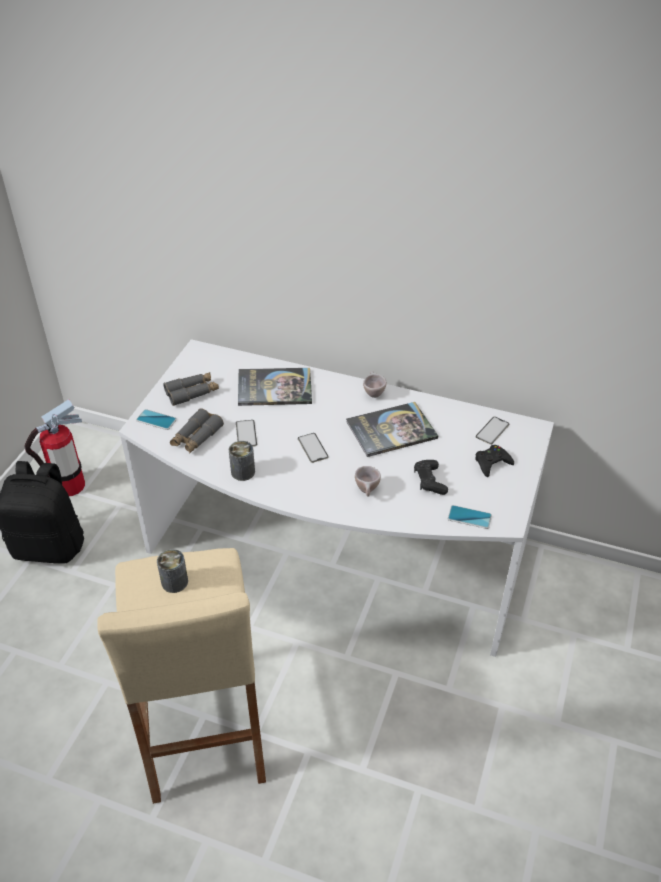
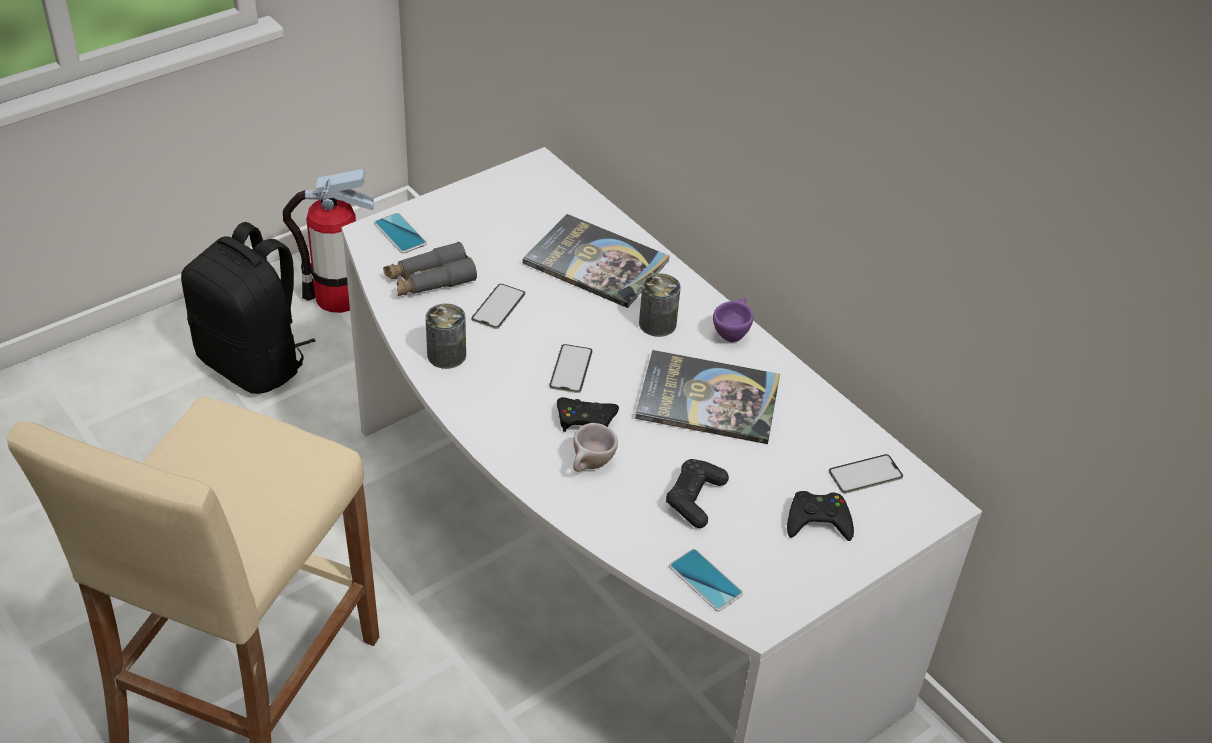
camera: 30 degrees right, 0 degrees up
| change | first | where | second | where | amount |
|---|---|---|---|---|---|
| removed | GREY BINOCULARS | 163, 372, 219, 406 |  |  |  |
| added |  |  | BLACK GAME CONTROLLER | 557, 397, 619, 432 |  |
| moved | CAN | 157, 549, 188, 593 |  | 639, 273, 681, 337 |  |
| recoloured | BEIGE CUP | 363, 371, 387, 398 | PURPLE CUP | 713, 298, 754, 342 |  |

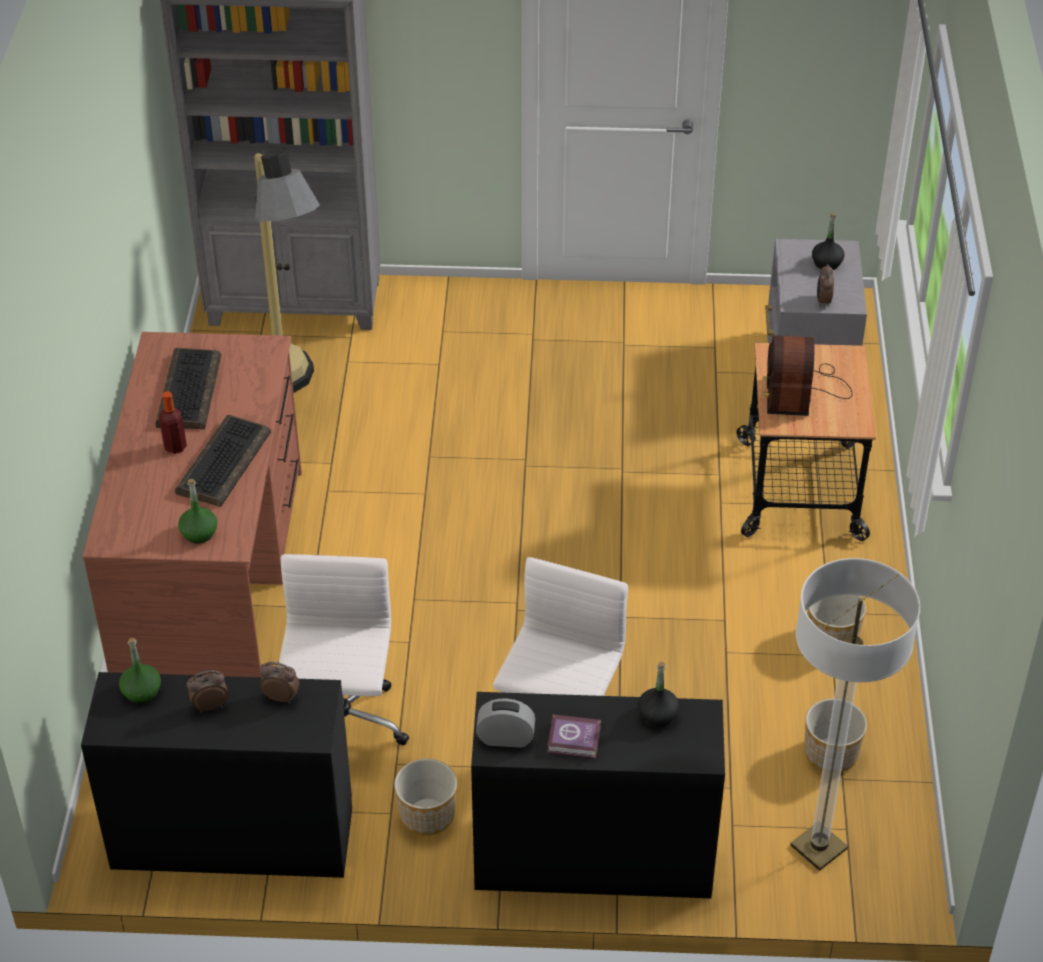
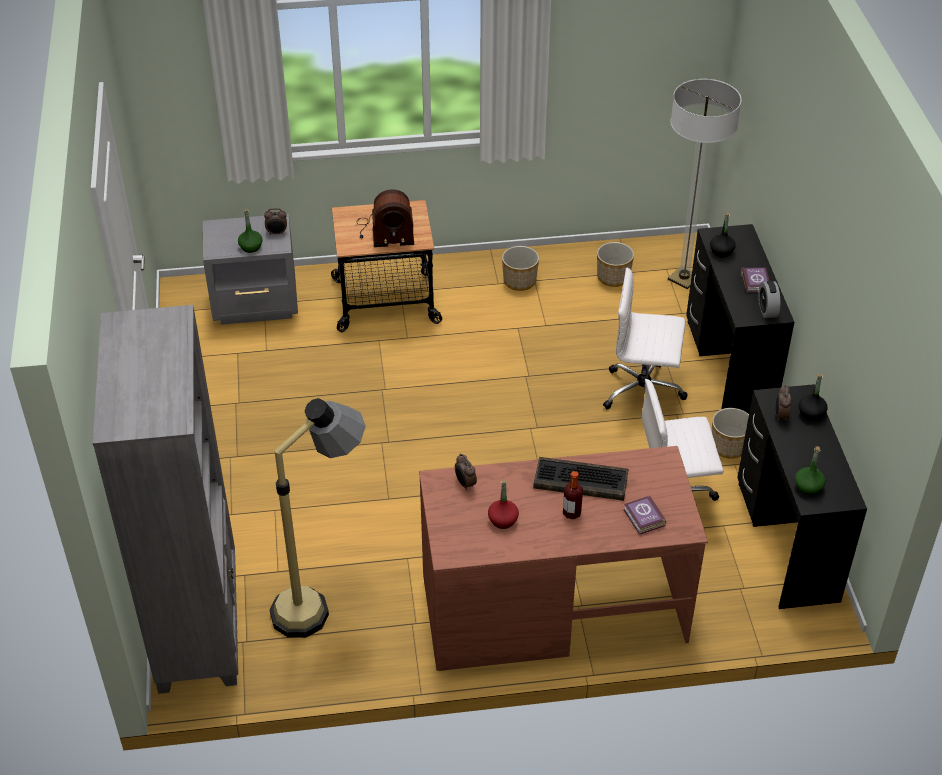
camera: 100 degrees left, 0 degrees up
| change | first | where | second | where | amount |
|---|---|---|---|---|---|
| added |  |  | BOOK | 623, 495, 666, 535 |  |
| moved | GREEN BOTTLE | 178, 479, 217, 543 |  | 238, 209, 262, 253 |  |
| moved | ALARM CLOCK | 187, 670, 228, 713 |  | 455, 453, 477, 491 |  |
| moved | BLACK BOTTLE | 812, 213, 844, 270 |  | 799, 373, 828, 421 |  |
| replaced | KEYBOARD | 156, 348, 221, 429 | RED BOTTLE | 488, 479, 519, 529 |  |

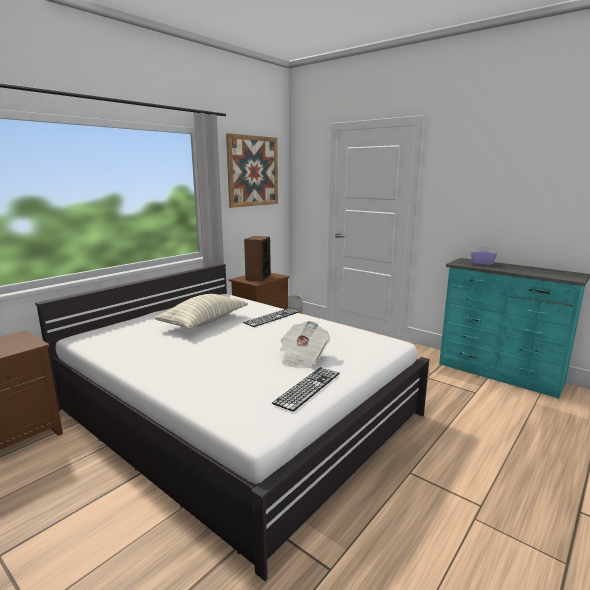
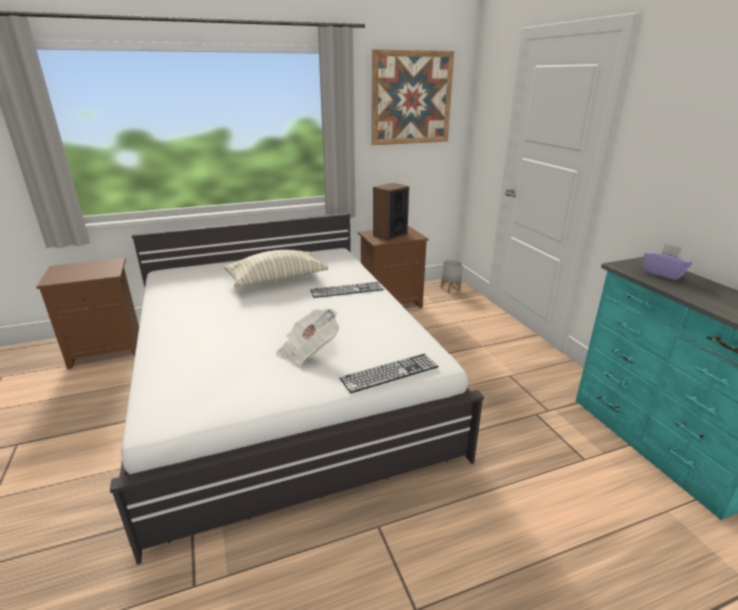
camera: 30 degrees right, 10 degrees up
| change | first | where | second | where | amount |
|---|---|---|---|---|---|
| moved | KEYBOARD | 272, 367, 340, 412 |  | 339, 354, 439, 393 |  |

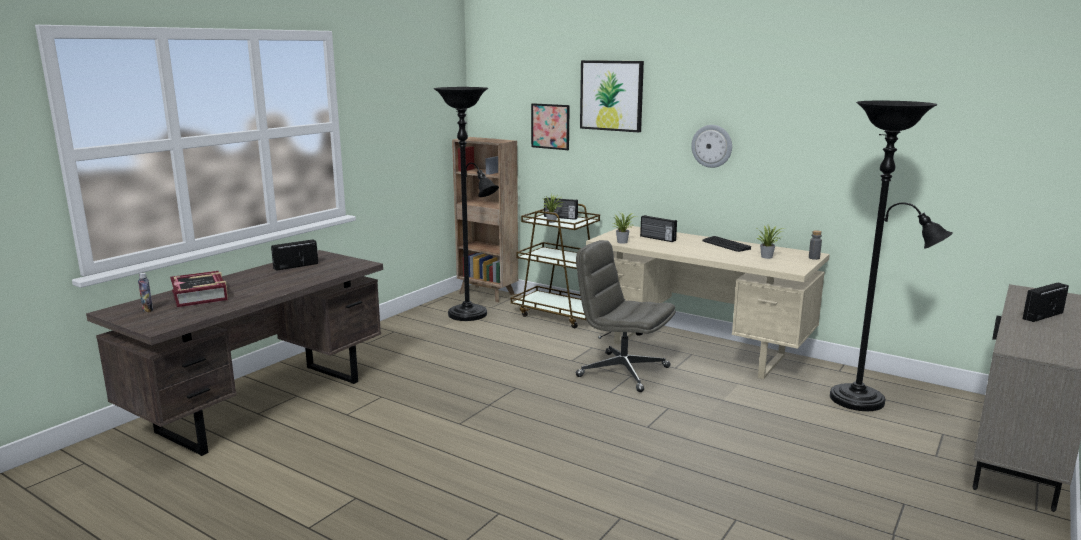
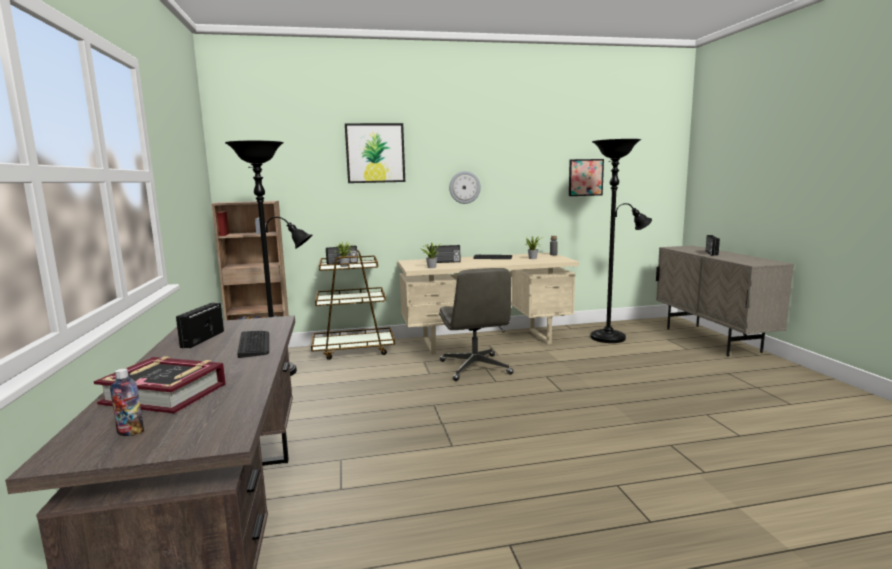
camera: 45 degrees left, 5 degrees down
| change | first | where | second | where | amount |
|---|---|---|---|---|---|
| added |  |  | KEYBOARD | 237, 331, 269, 358 |  |
| moved | PICTURE | 531, 103, 570, 150 |  | 569, 159, 604, 196 |  |
| turned | GREY OFFICE CHAIR | 576, 240, 675, 392 |  | 439, 268, 513, 381 | 90 degrees counterclockwise |

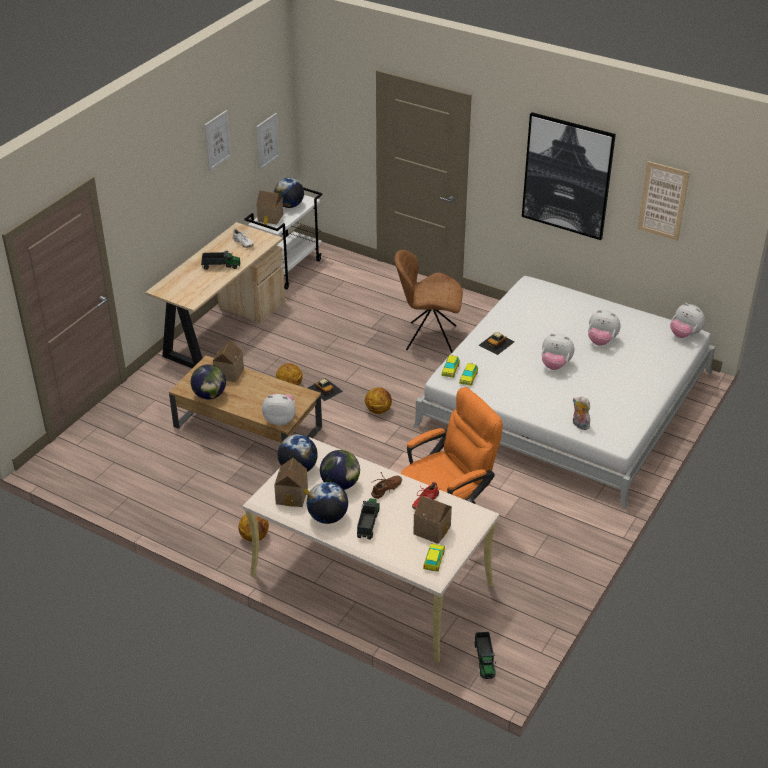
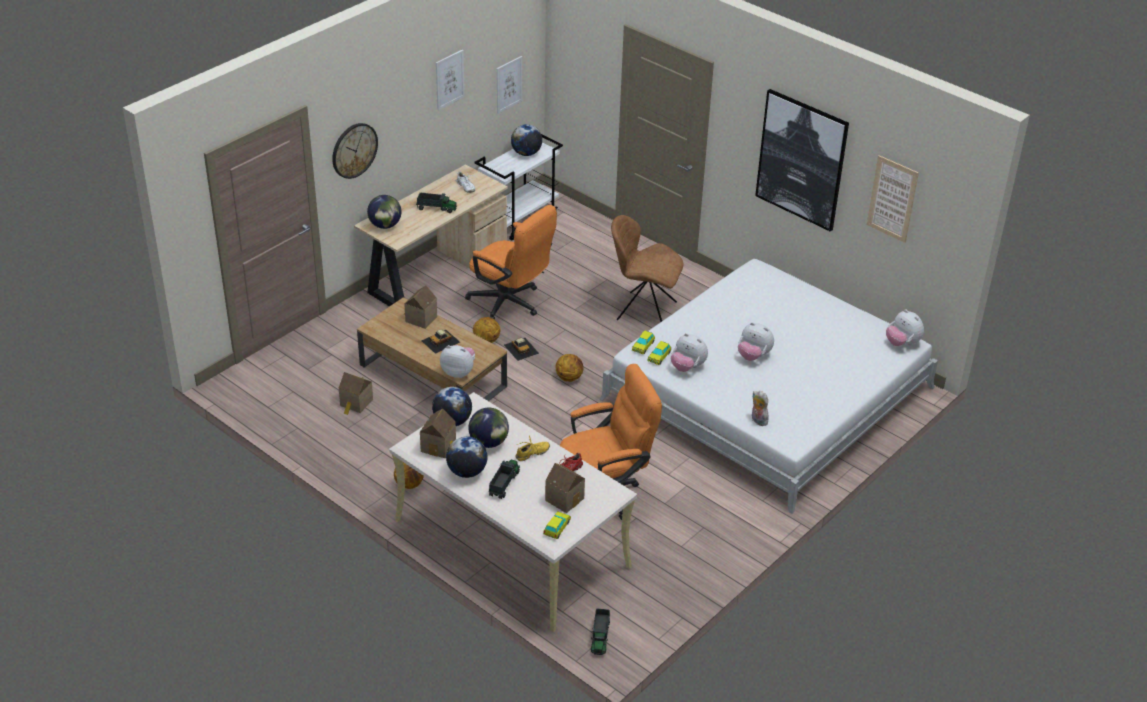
camera: 10 degrees right, 0 degrees up
| change | first | where | second | where | amount |
|---|---|---|---|---|---|
| added |  |  | WALL CLOCK | 332, 123, 378, 179 |  |
| added |  |  | ORANGE OFFICE CHAIR | 465, 205, 557, 320 |  |
| moved | GLOBE | 191, 364, 226, 400 |  | 367, 195, 401, 229 |  |
| moved | TOY HOUSE | 257, 190, 283, 225 |  | 339, 372, 373, 415 |  |
| moved | TOY CAR | 479, 332, 514, 355 |  | 422, 329, 460, 354 |  |
| moved | PLUSH TOY | 588, 310, 620, 346 |  | 671, 333, 708, 372 |  |
| recoloured | BROWN SHOE | 371, 472, 402, 499 | YELLOW SHOE | 515, 436, 550, 461 |  |

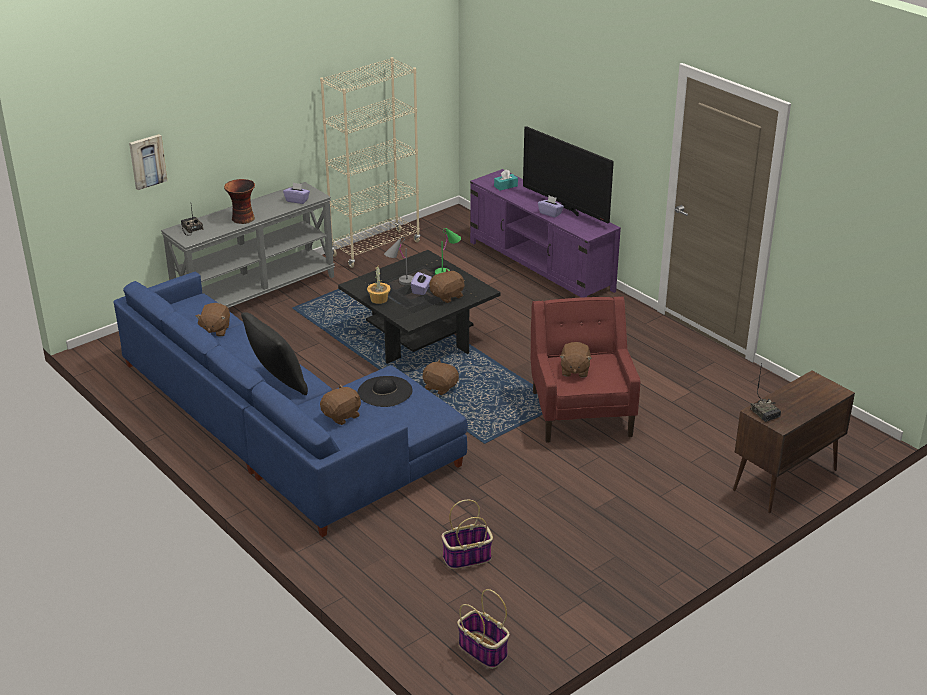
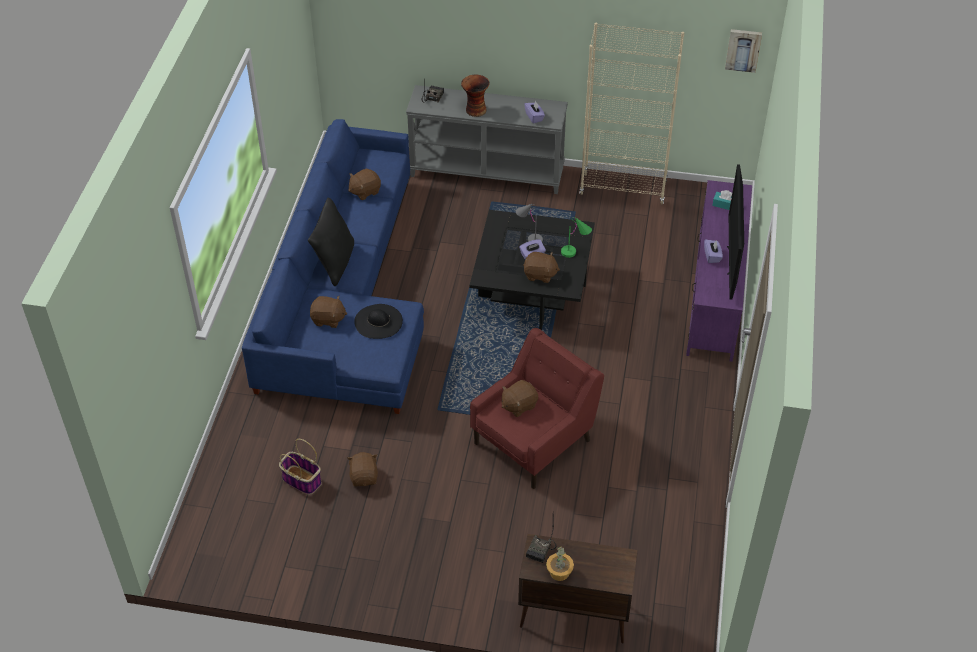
camera: 50 degrees right, 15 degrees up
| change | first | where | second | where | amount |
|---|---|---|---|---|---|
| removed | BASKET | 457, 589, 509, 669 |  |  |  |
| moved | PICTURE | 129, 134, 167, 190 |  | 725, 29, 762, 73 |  |
| moved | POTTED PLANT | 367, 266, 391, 304 |  | 546, 547, 574, 581 |  |
| moved | BROWN PLUSH TOY | 423, 360, 459, 395 |  | 347, 452, 378, 486 |  |

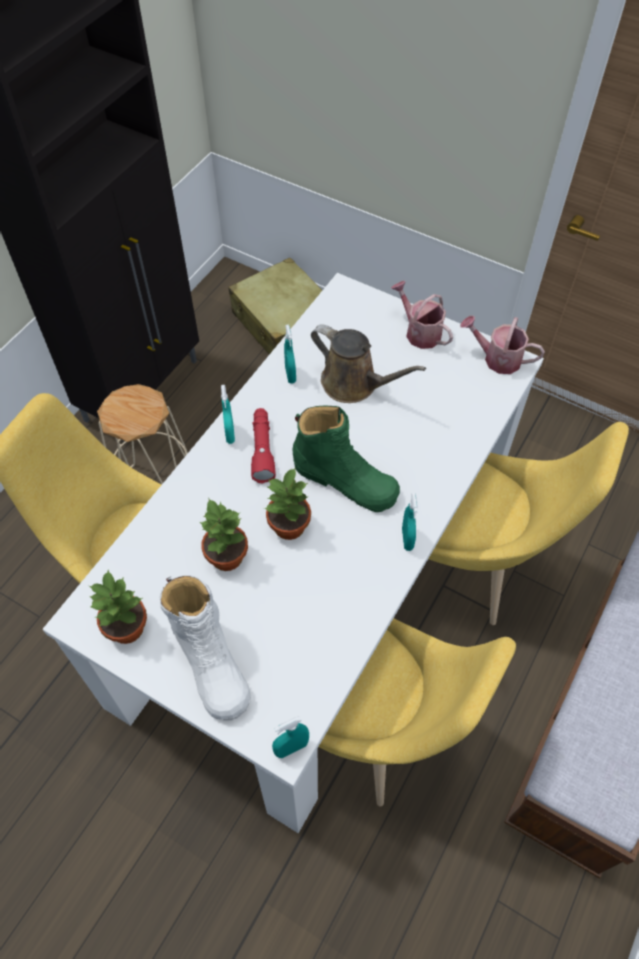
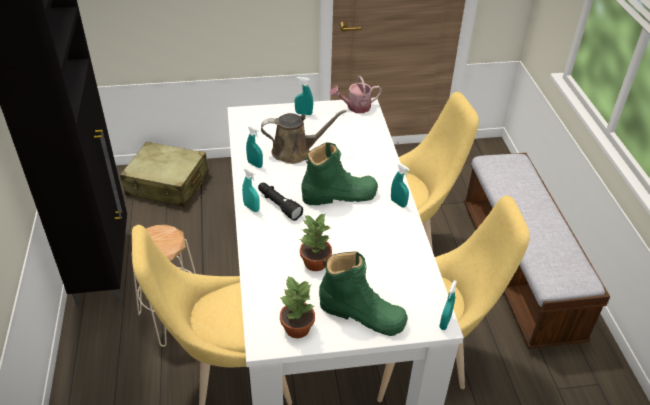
camera: 40 degrees left, 15 degrees down
| change | first | where | second | where | amount |
|---|---|---|---|---|---|
| removed | POTTED PLANT | 264, 468, 311, 540 |  |  |  |
| replaced | WATERING CAN | 391, 281, 453, 349 | TURQUOISE SPRAY BOTTLE | 295, 77, 313, 115 |  |
| recoloured | WHITE BOOT | 160, 575, 251, 720 | GREEN BOOT | 319, 251, 408, 336 |  |
| recoloured | RED FLASHLIGHT | 251, 408, 276, 483 | BLACK FLASHLIGHT | 258, 183, 303, 221 |  |

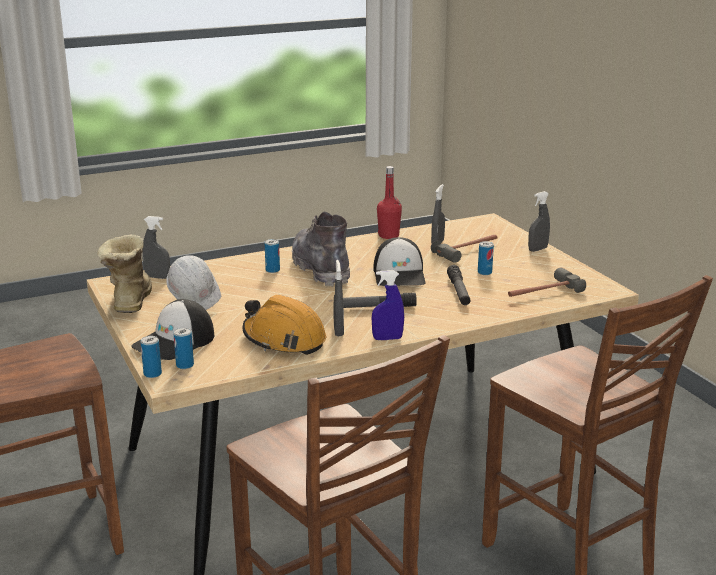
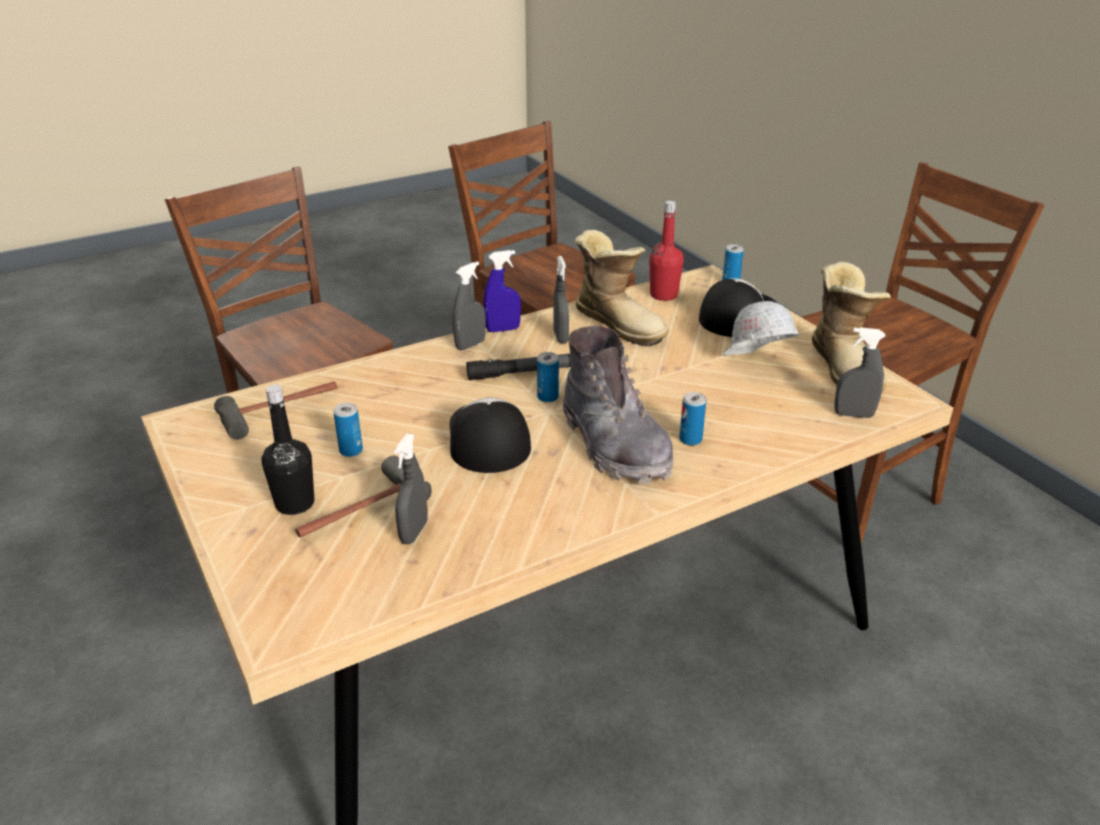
camera: 175 degrees right, 10 degrees up
| change | first | where | second | where | amount |
|---|---|---|---|---|---|
| removed | FLASHLIGHT | 447, 265, 471, 305 |  |  |  |
| added |  |  | BLACK BOTTLE | 261, 385, 314, 515 |  |
| moved | CAN | 173, 328, 194, 369 |  | 537, 352, 559, 403 |  |
| moved | RED BOTTLE | 377, 166, 402, 239 |  | 649, 201, 684, 301 |  |
| moved | GREY SPRAY BOTTLE | 528, 191, 550, 252 |  | 453, 261, 486, 350 |  |
| replaced | ORANGE HARD HAT | 242, 295, 326, 355 | BOOT | 574, 230, 669, 346 |  |

